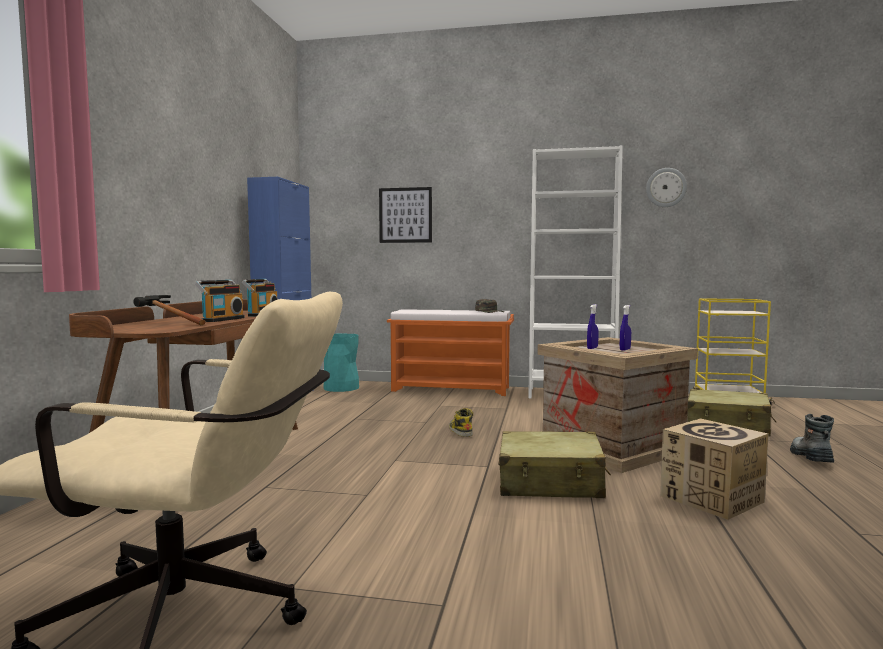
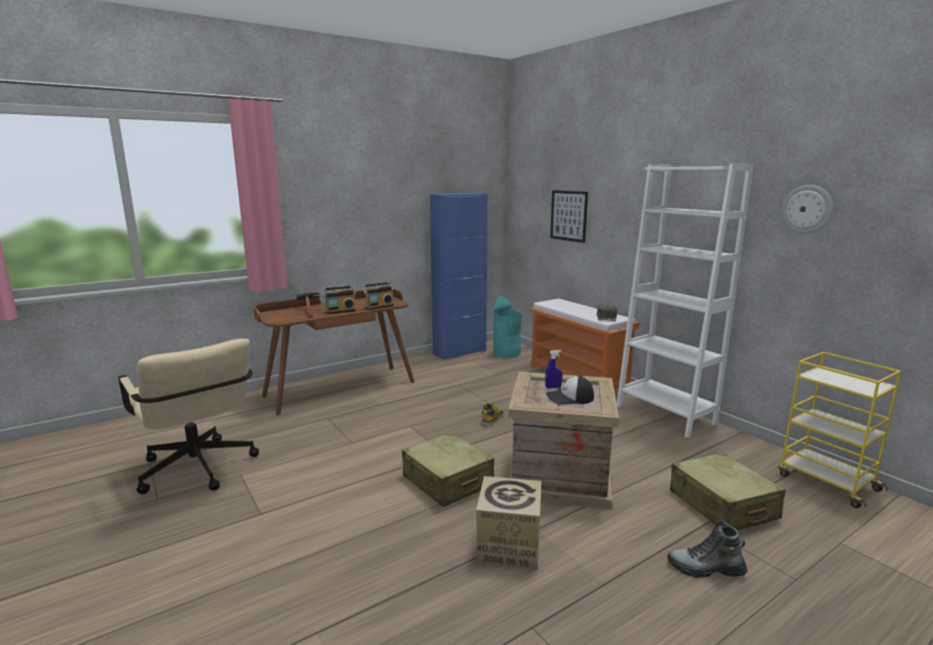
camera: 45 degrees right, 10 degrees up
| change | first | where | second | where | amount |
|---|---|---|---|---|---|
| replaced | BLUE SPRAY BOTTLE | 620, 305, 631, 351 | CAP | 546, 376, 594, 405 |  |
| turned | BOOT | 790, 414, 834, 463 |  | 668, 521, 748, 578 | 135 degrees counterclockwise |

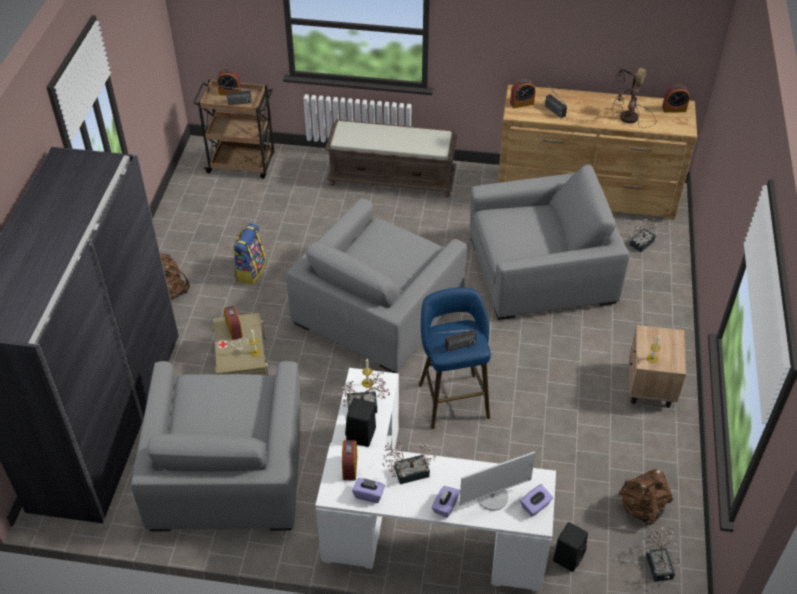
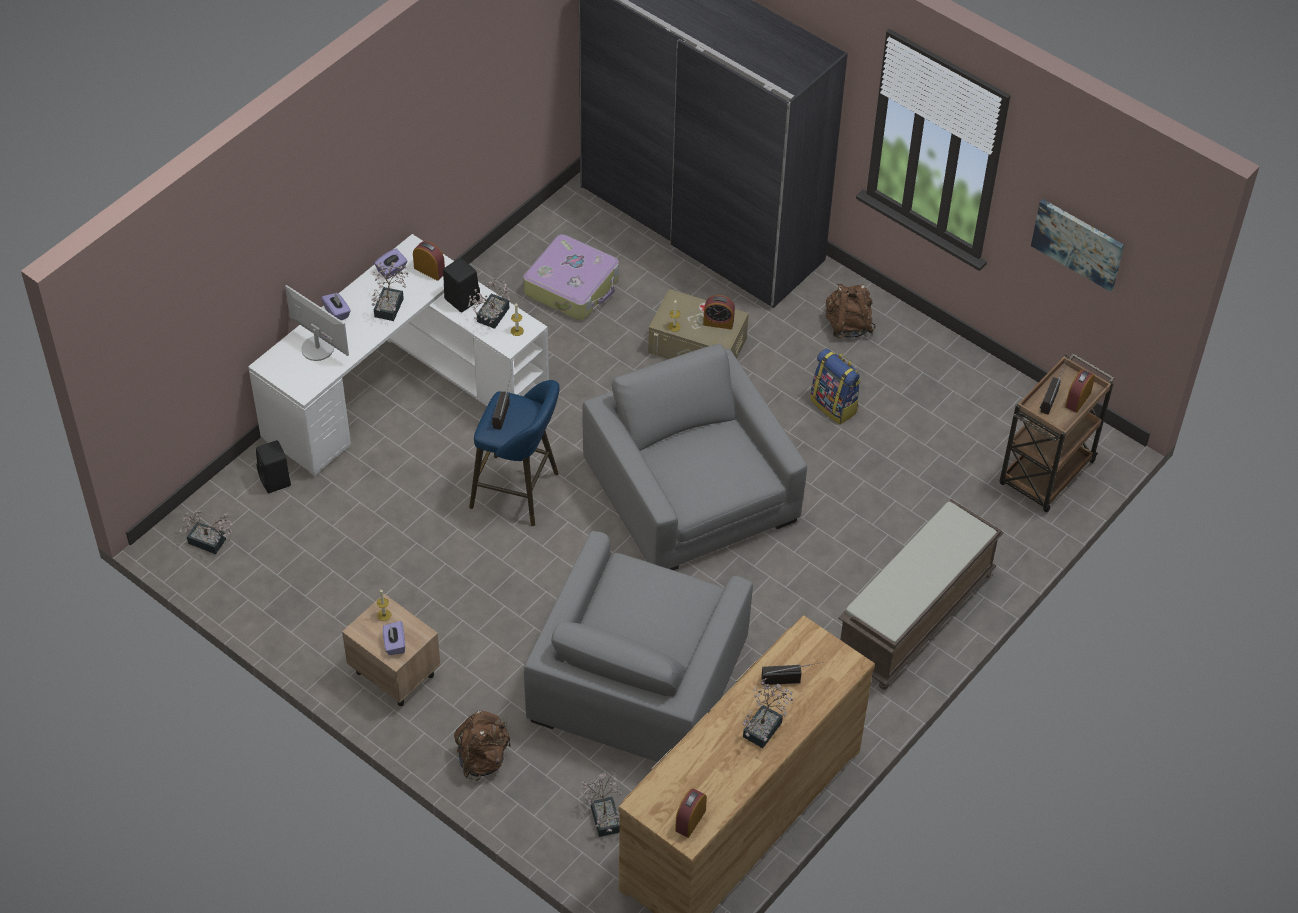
camera: 120 degrees right, 5 degrees up
| change | first | where | second | where | amount |
|---|---|---|---|---|---|
| removed | ALARM CLOCK | 510, 79, 536, 108 |  |  |  |
| removed | TABLE LAMP | 611, 68, 657, 128 |  |  |  |
| added |  |  | POTTED PLANT | 743, 678, 794, 748 |  |
| added |  |  | PICTURE | 1031, 199, 1124, 292 |  |
| moved | PURPLE TISSUE BOX | 520, 484, 553, 517 |  | 383, 621, 405, 655 |  |
| moved | BROWN BACKPACK | 618, 469, 673, 526 |  | 454, 711, 510, 781 |  |
| replaced | GREY ARMCHAIR | 131, 361, 302, 531 | SUITCASE | 523, 234, 619, 320 |  |
| turned | MONITOR | 459, 451, 536, 511 |  | 285, 285, 349, 361 | 120 degrees clockwise |

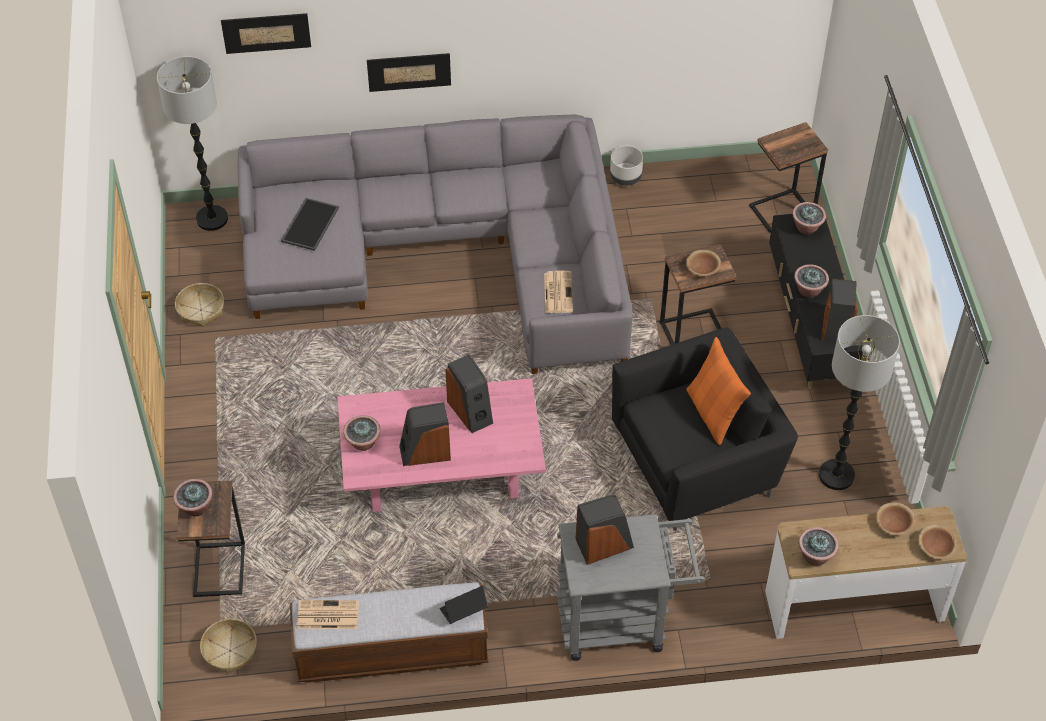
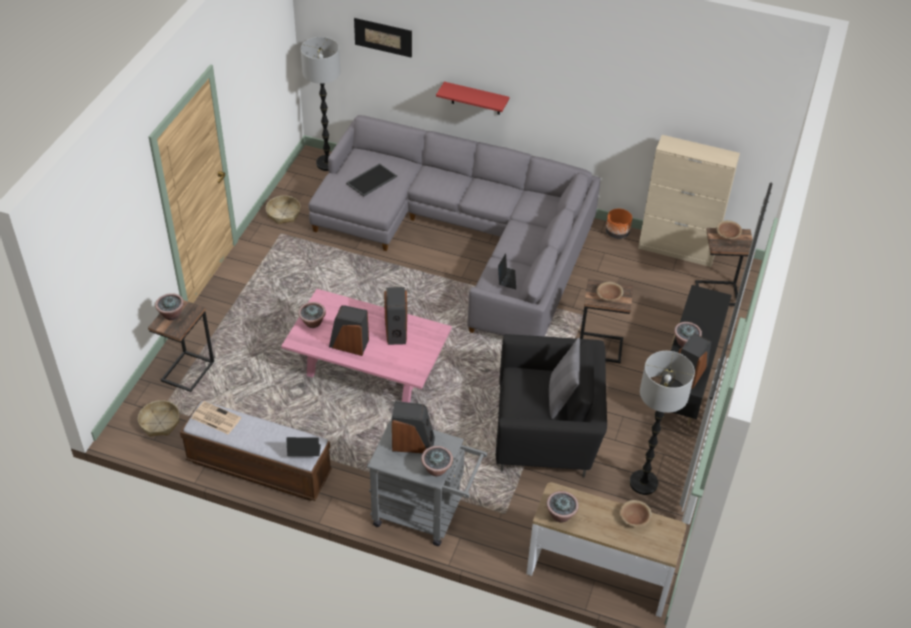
camera: 25 degrees right, 5 degrees down
| change | first | where | second | where | amount |
|---|---|---|---|---|---|
| added |  |  | BEIGE CABINET | 638, 135, 740, 267 |  |
| moved | POTTED PLANT | 792, 202, 826, 235 |  | 421, 446, 453, 476 |  |
| moved | BROWN BOWL | 918, 525, 957, 559 |  | 716, 220, 742, 239 |  |
| replaced | PICTURE | 367, 53, 451, 92 | RED SHELF | 436, 82, 509, 115 |  |
| replaced | NEWSPAPER | 544, 271, 573, 313 | LAPTOP | 498, 253, 516, 289 |  |
| recoloured | GREY PLANTER | 610, 145, 643, 186 | ORANGE PLANTER | 606, 208, 632, 239 |  |
| recoloured | ORANGE PILLOW | 686, 337, 751, 445 | GREY PILLOW | 549, 338, 580, 419 |  |

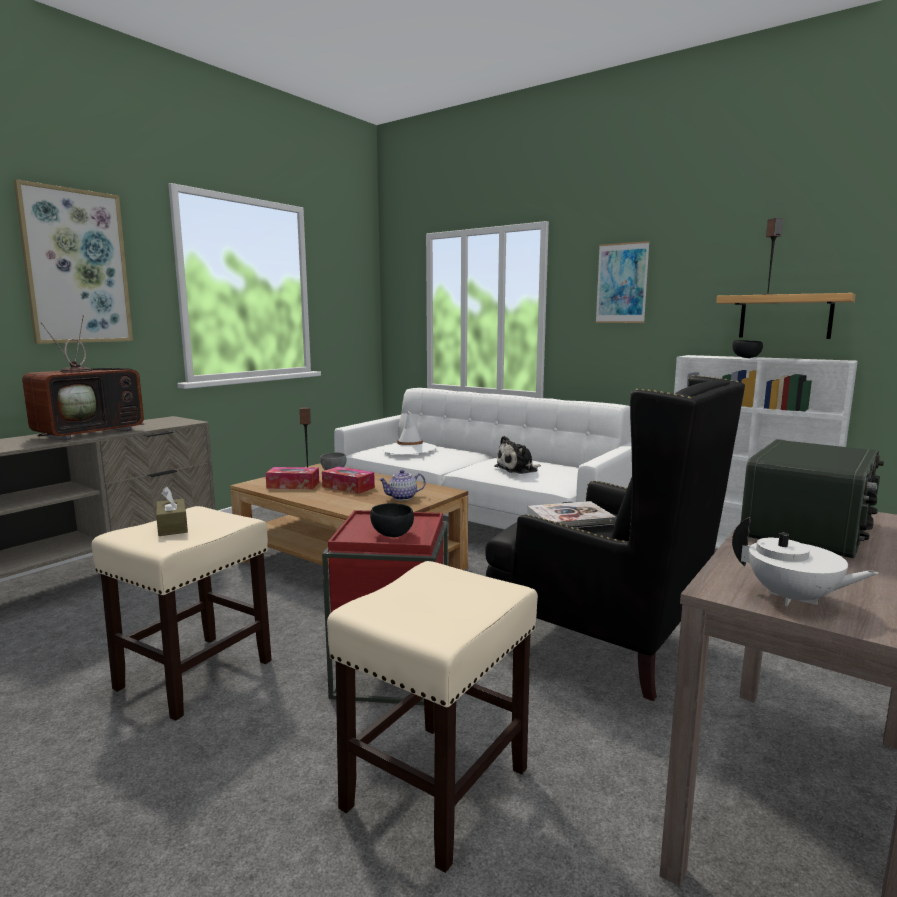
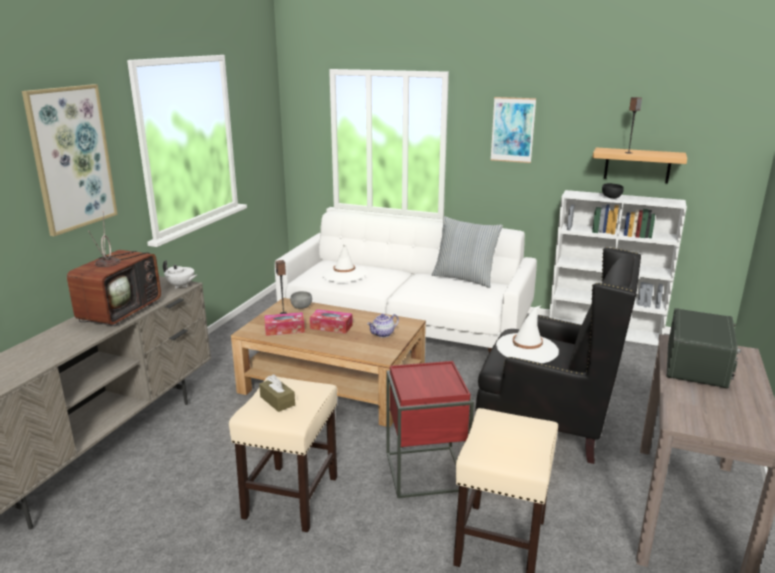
camera: 15 degrees left, 10 degrees up
| change | first | where | second | where | amount |
|---|---|---|---|---|---|
| removed | BLACK BOWL | 370, 503, 414, 537 |  |  |  |
| removed | PLUSH TOY | 494, 436, 541, 474 |  |  |  |
| added |  |  | PILLOW | 432, 216, 503, 288 |  |
| moved | WHITE TEAPOT | 732, 517, 879, 606 |  | 163, 260, 197, 289 |  |
| replaced | BOOK | 527, 501, 616, 528 | WHITE HAT | 496, 305, 559, 363 |  |

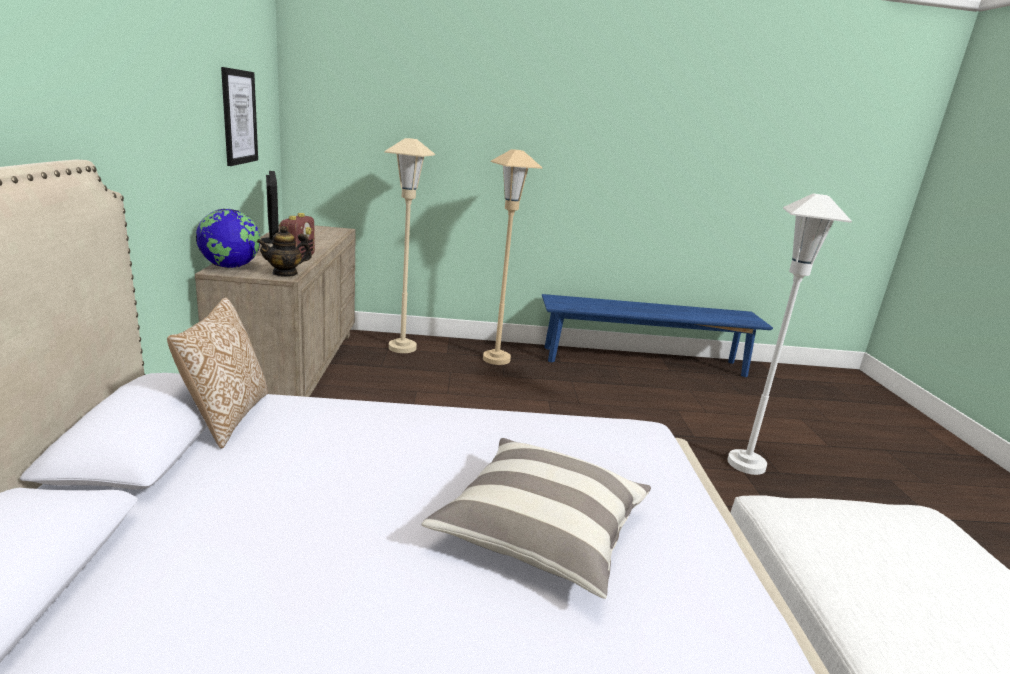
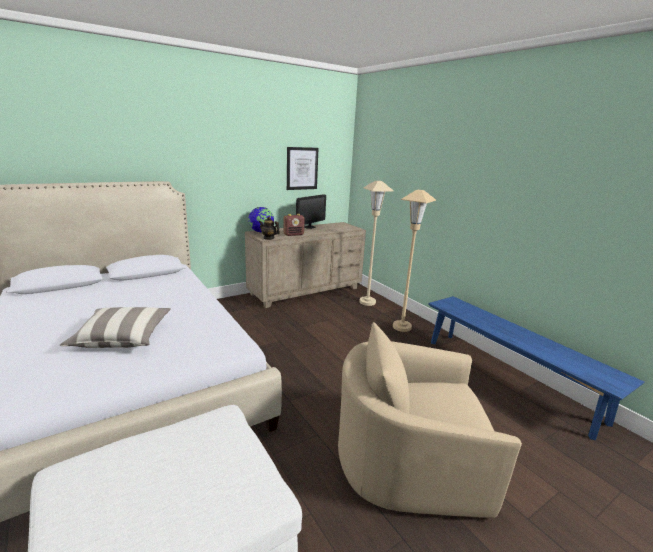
camera: 60 degrees right, 0 degrees up
| change | first | where | second | where | amount |
|---|---|---|---|---|---|
| removed | PILLOW | 167, 298, 268, 449 |  |  |  |
| replaced | WHITE FLOOR LAMP | 727, 194, 852, 475 | BEIGE ARMCHAIR | 338, 322, 522, 518 |  |

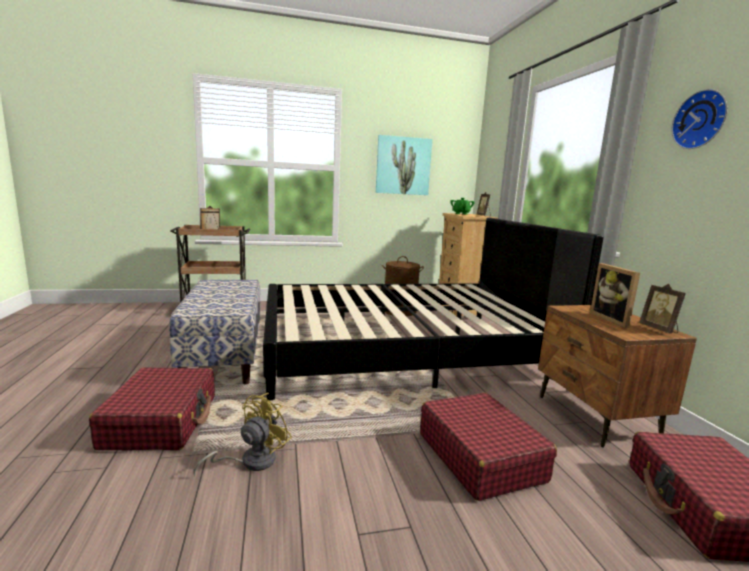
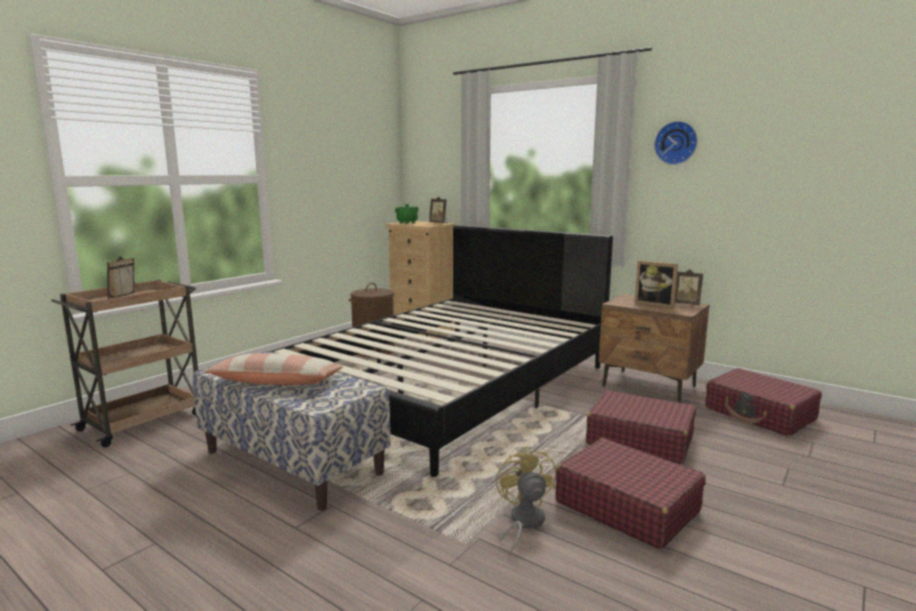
camera: 40 degrees left, 0 degrees up
| change | first | where | second | where | amount |
|---|---|---|---|---|---|
| removed | PICTURE | 376, 135, 432, 195 |  |  |  |
| added |  |  | PILLOW | 203, 353, 343, 385 |  |
| moved | RED SUITCASE | 89, 367, 215, 450 |  | 556, 438, 706, 549 |  |

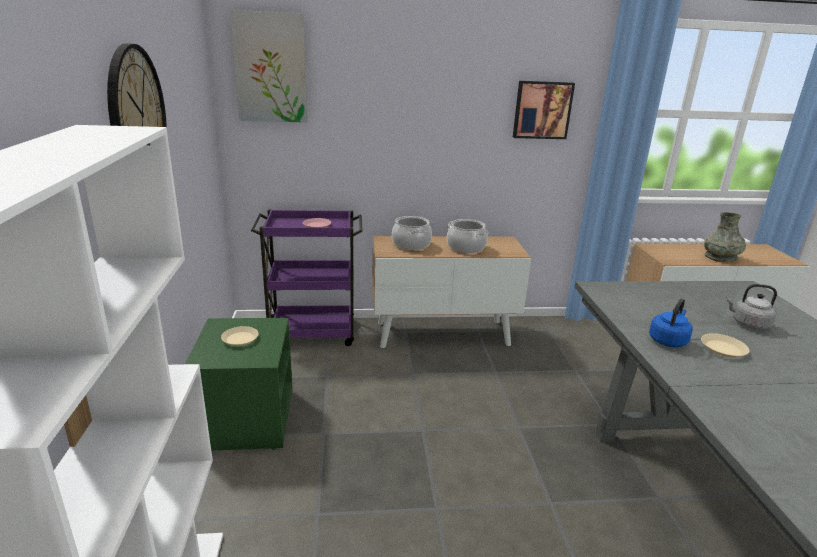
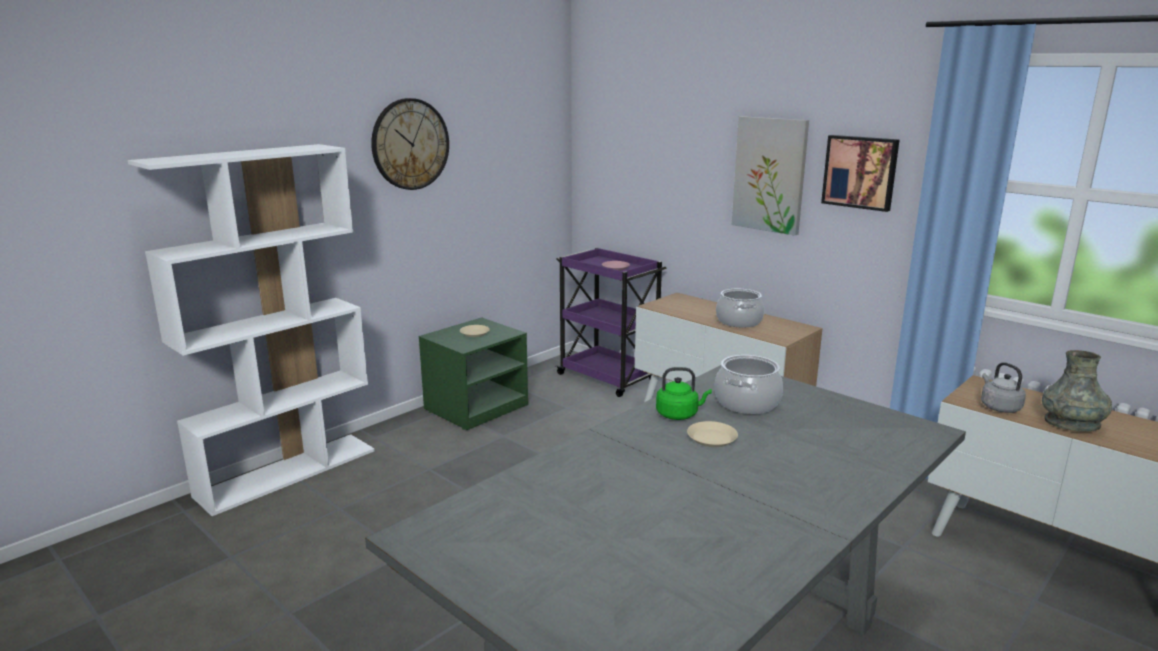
camera: 50 degrees right, 5 degrees down
| change | first | where | second | where | amount |
|---|---|---|---|---|---|
| moved | PICTURE | 230, 10, 307, 123 |  | 732, 116, 809, 235 |  |
| moved | COOKING POT | 392, 216, 432, 250 |  | 714, 355, 783, 414 |  |
| moved | GREY KETTLE | 726, 284, 777, 330 |  | 981, 362, 1026, 413 |  |
| recoloured | BLUE KETTLE | 649, 298, 693, 347 | GREEN KETTLE | 656, 367, 712, 420 |  |

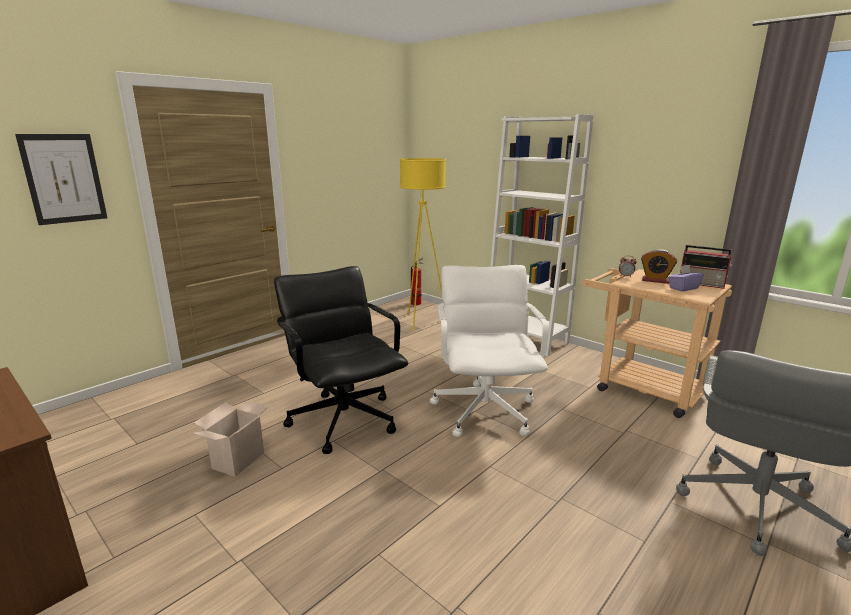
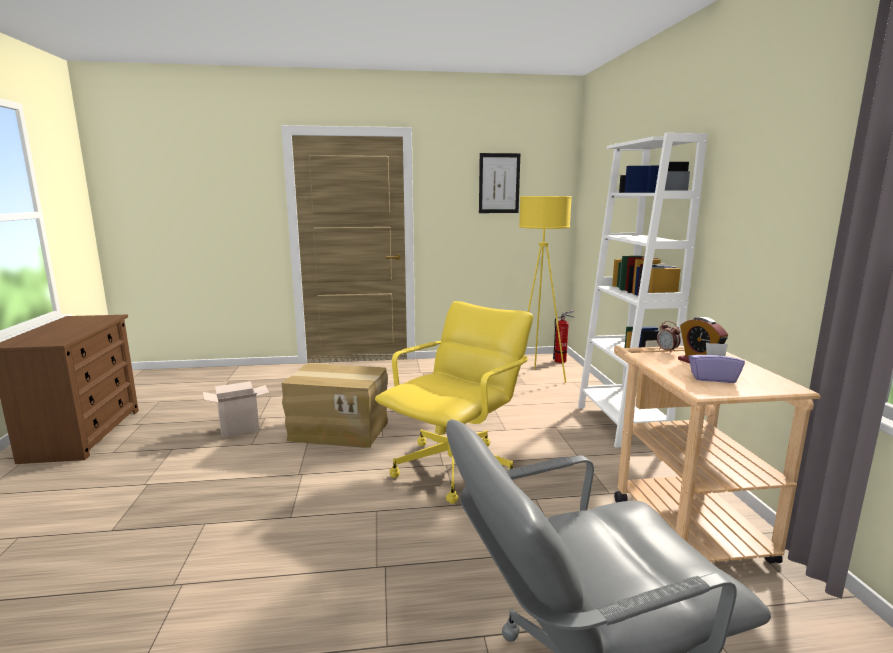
camera: 40 degrees right, 5 degrees down
| change | first | where | second | where | amount |
|---|---|---|---|---|---|
| removed | RADIO | 680, 245, 732, 289 |  |  |  |
| moved | PICTURE | 15, 134, 107, 225 |  | 479, 153, 520, 213 |  |
| replaced | BLACK OFFICE CHAIR | 274, 266, 408, 454 | CARDBOARD BOX | 282, 363, 388, 448 |  |
| recoloured | WHITE OFFICE CHAIR | 430, 265, 549, 437 | YELLOW OFFICE CHAIR | 375, 301, 533, 504 |  |

